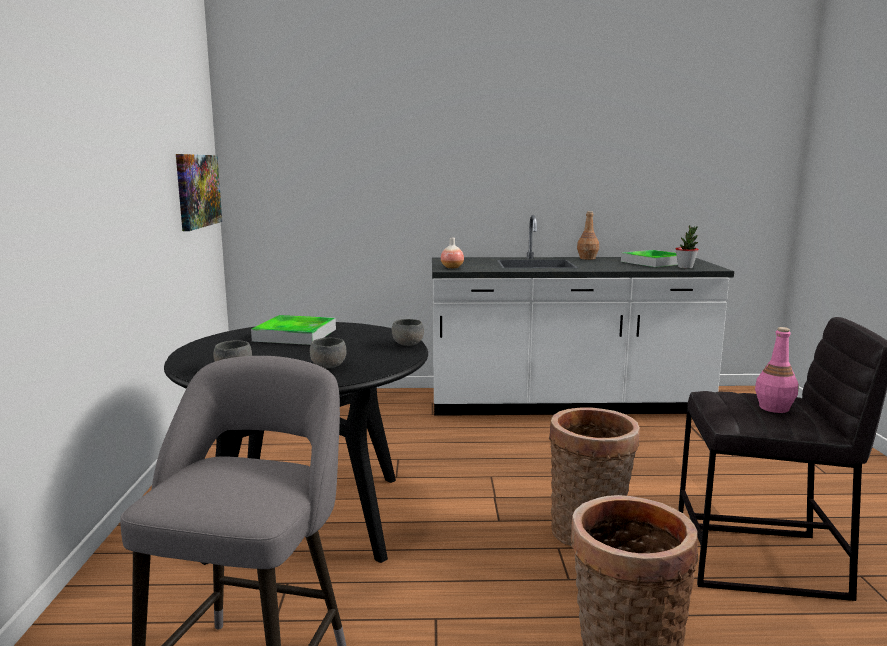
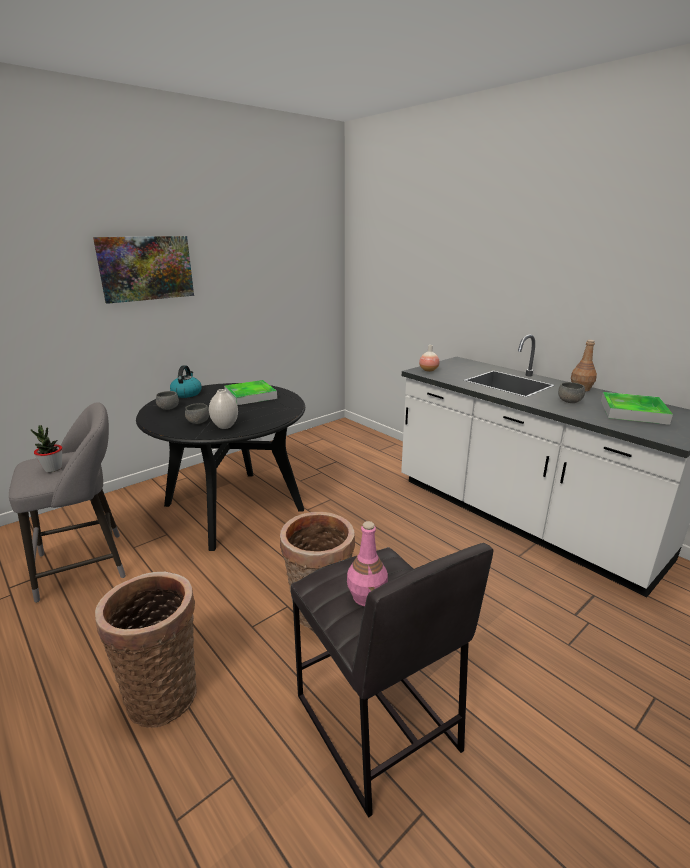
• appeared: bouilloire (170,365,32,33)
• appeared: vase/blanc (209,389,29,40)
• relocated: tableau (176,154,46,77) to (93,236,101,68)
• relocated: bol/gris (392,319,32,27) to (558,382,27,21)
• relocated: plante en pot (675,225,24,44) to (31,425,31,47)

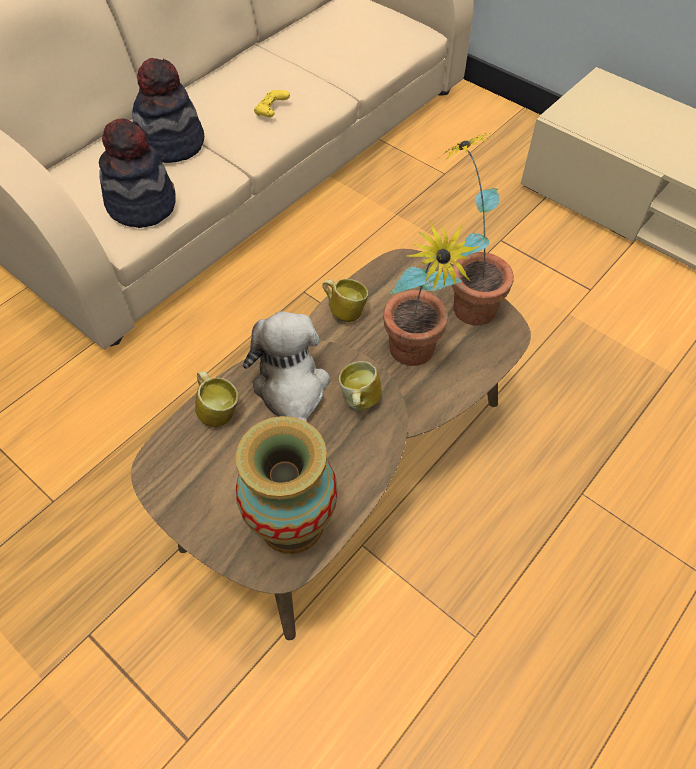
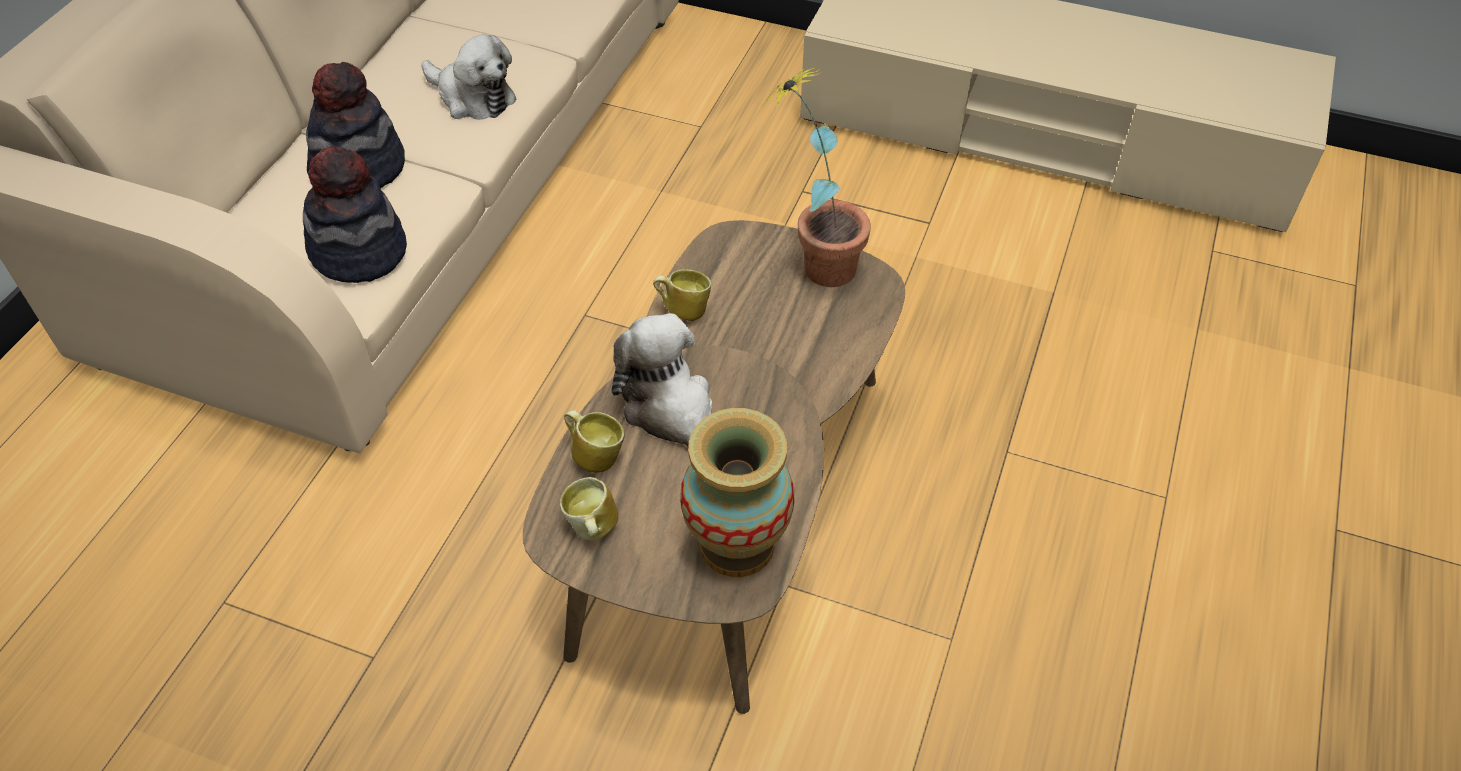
• missing: plante en pot (383,220,98,146)
• relocated: mug (339,361,43,50) to (560,477,58,63)
• exchanged: manette/jaune (254,90,36,27) to peluche (421,34,95,86)

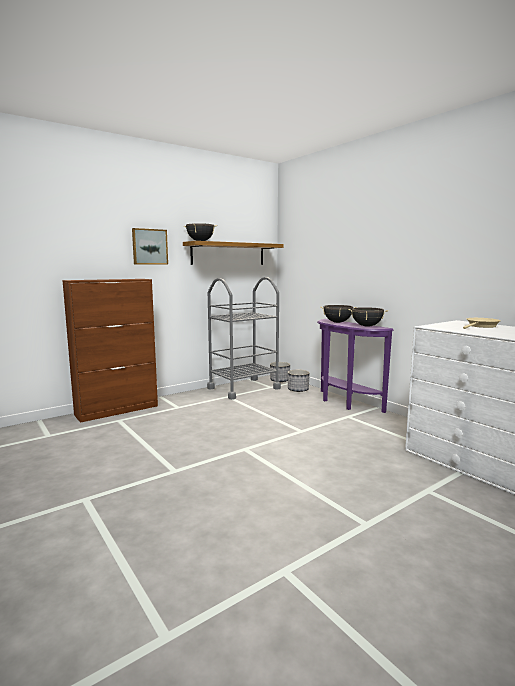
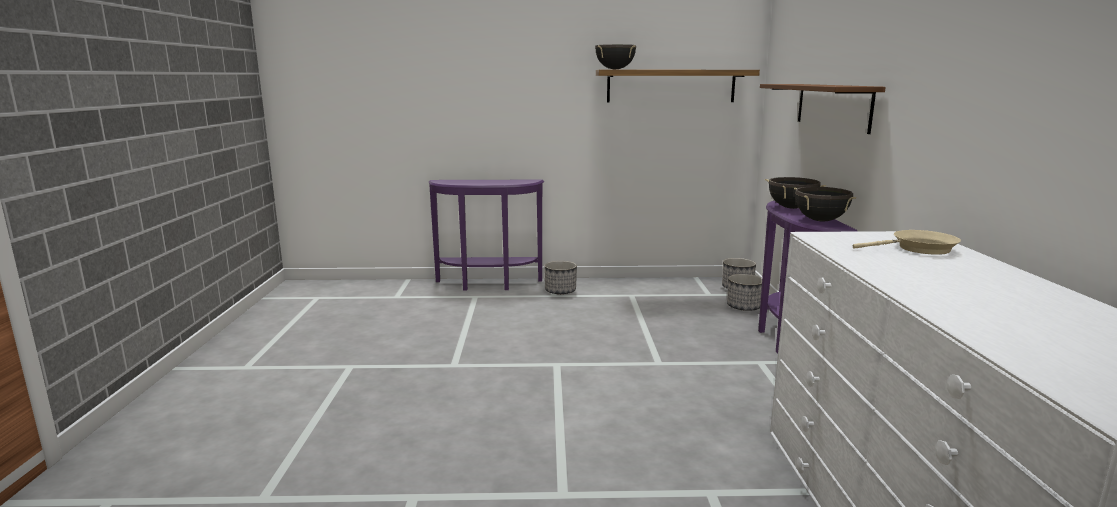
• missing: tableau (132,228,36,37)
• missing: chariot/gris (207,277,74,123)
• appeared: cache-pot (544,261,33,33)
• appeared: étagère/marron (760,84,126,50)
• exchanged: meuble de rangement/marron (62,279,96,144) to table console/violet (428,180,116,111)

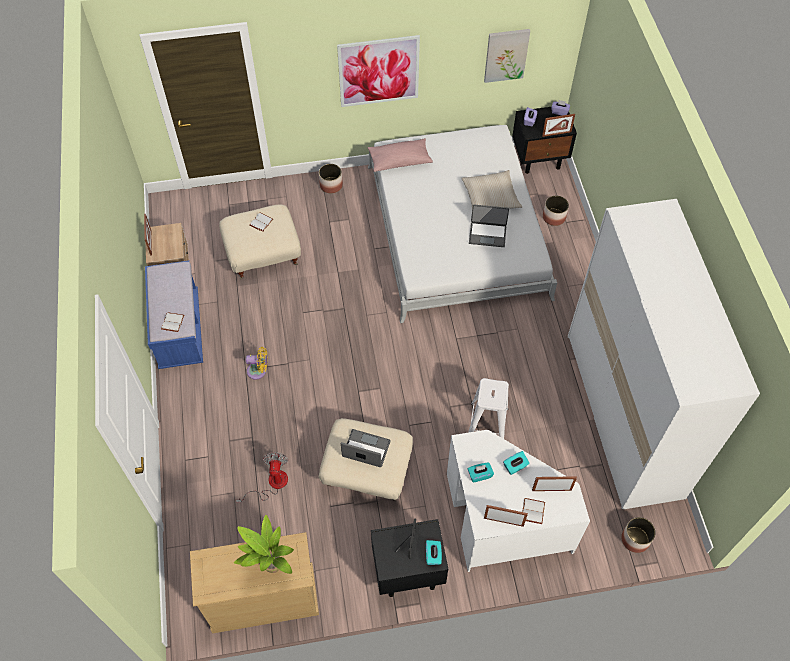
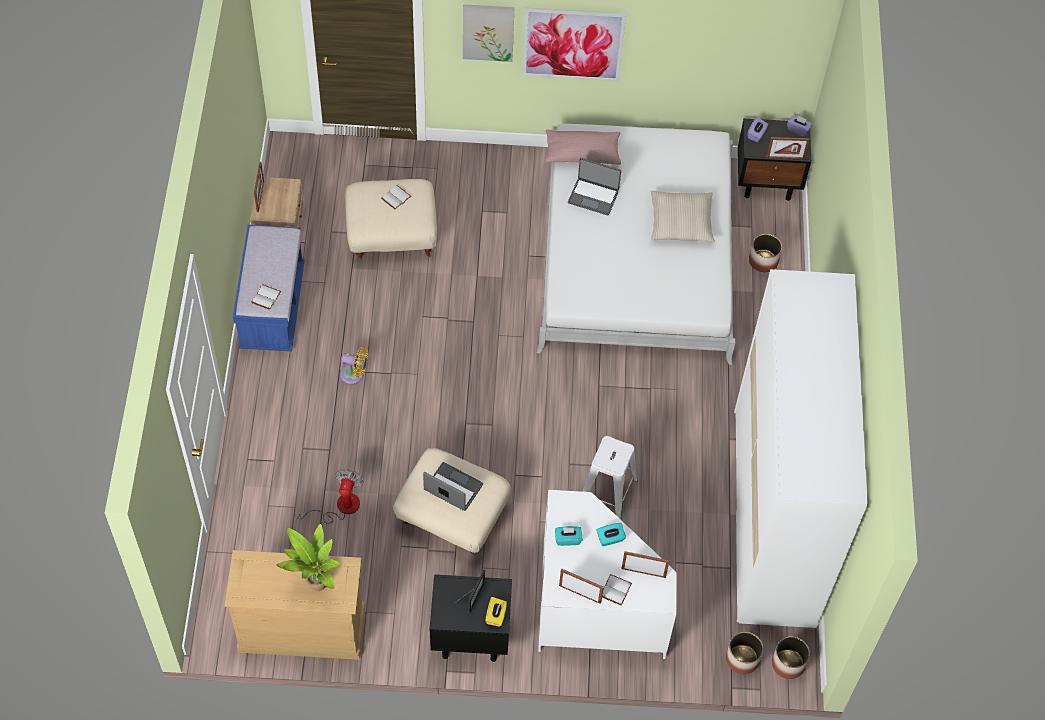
• relocated: cache-pot (319,164,24,29) to (772,637,38,42)
• relocated: ordinateur portable (469,204,40,43) to (568,158,53,57)
• relocated: tableau (484,29,46,54) to (463,4,51,58)
• colour: boîte à mouchoirs/turquoise (426,540,16,25) to boîte à mouchoirs/jaune (485,597,22,30)

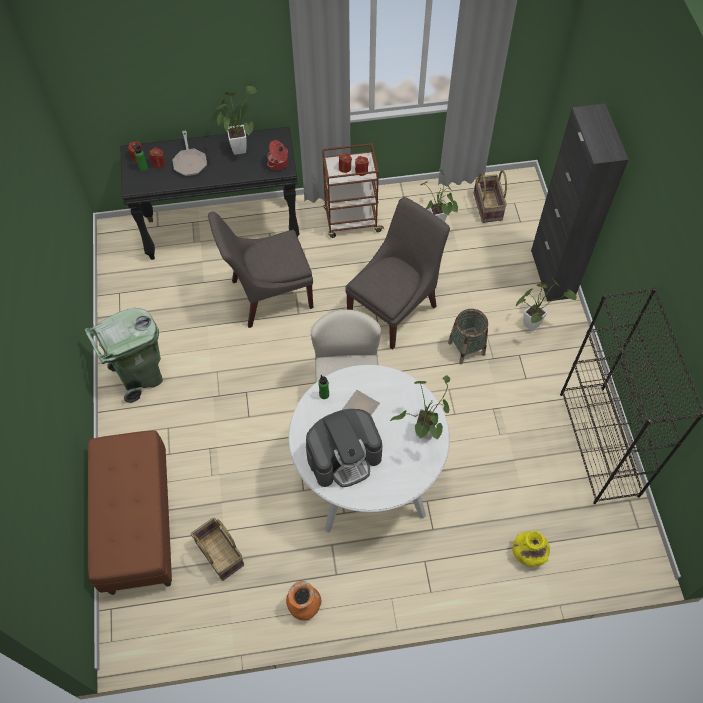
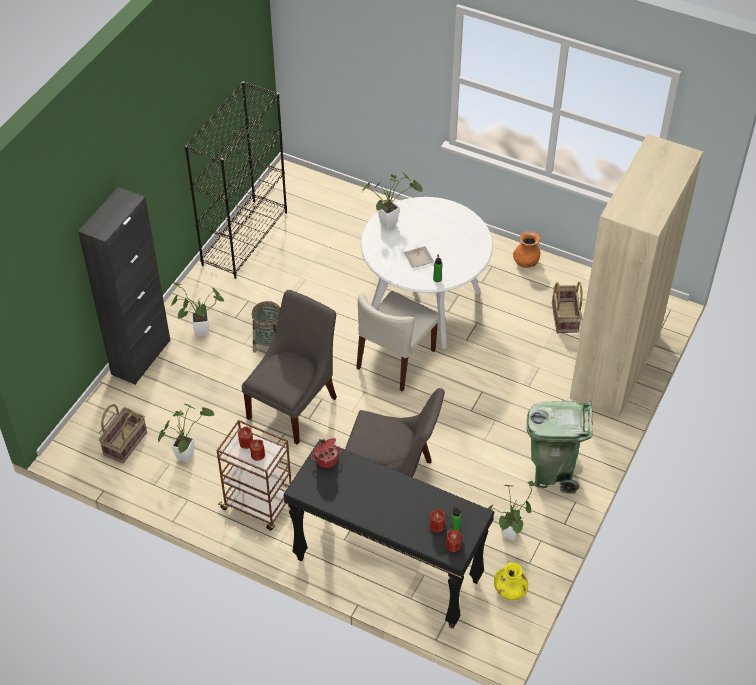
• missing: poêle (172,131,35,45)
• missing: machine à café (306,409,77,79)
• relocated: plante en pot (217,86,40,69) to (488,481,47,60)
• relocated: vase/jaune (513,531,37,36) to (494,563,34,37)
• exchanged: banc/marron (88,430,84,165) to bibliothèque/beige (570,134,133,283)
• spun: chaise/gris (345,197,105,153) = (242,290,95,155) 135 degrees clockwise

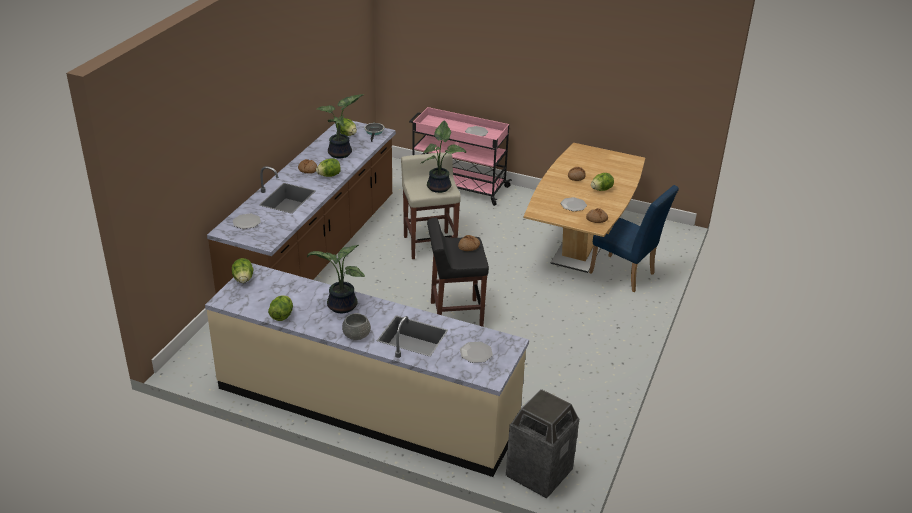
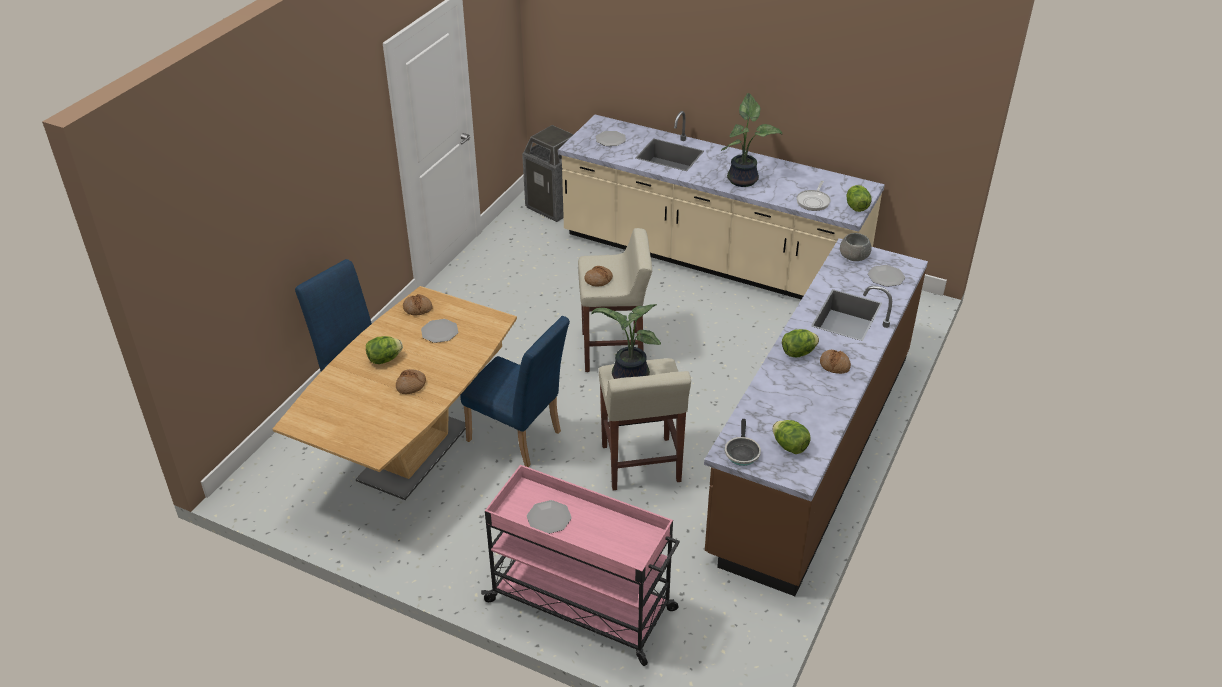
• missing: laitue (268,296,25,25)
• missing: plante en pot (317,94,47,64)
• appeared: chaise/bleu (460,316,110,151)
• appeared: poêle (797,181,34,30)
• relocated: bol/gris (342,313,29,27) to (840,233,32,28)
• colour: tabouret/noir (427,218,62,109) to tabouret/beige (578,228,74,144)

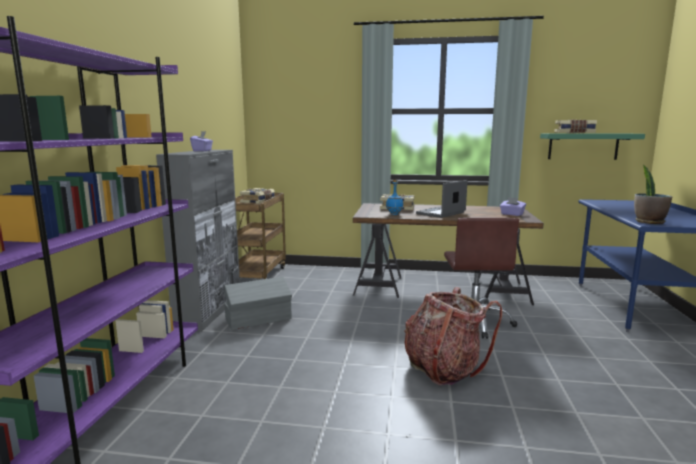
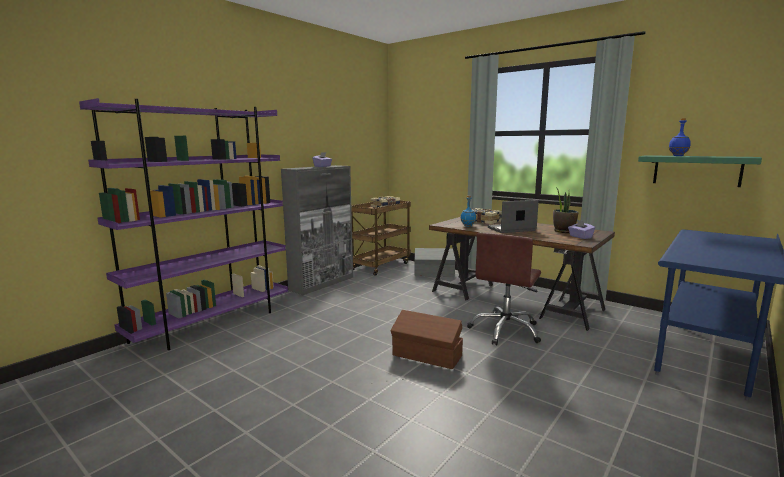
• relocated: boîte de rangement/gris (224,277,68,53) to (415,248,40,29)
• relocated: plante en pot (634,165,38,59) to (553,189,26,44)
• exchanged: sac à dos (404,287,98,98) to boîte de rangement/marron (391,310,72,59)
• exchanged: livre (554,119,43,14) to bouteille/bleu (669,118,22,38)

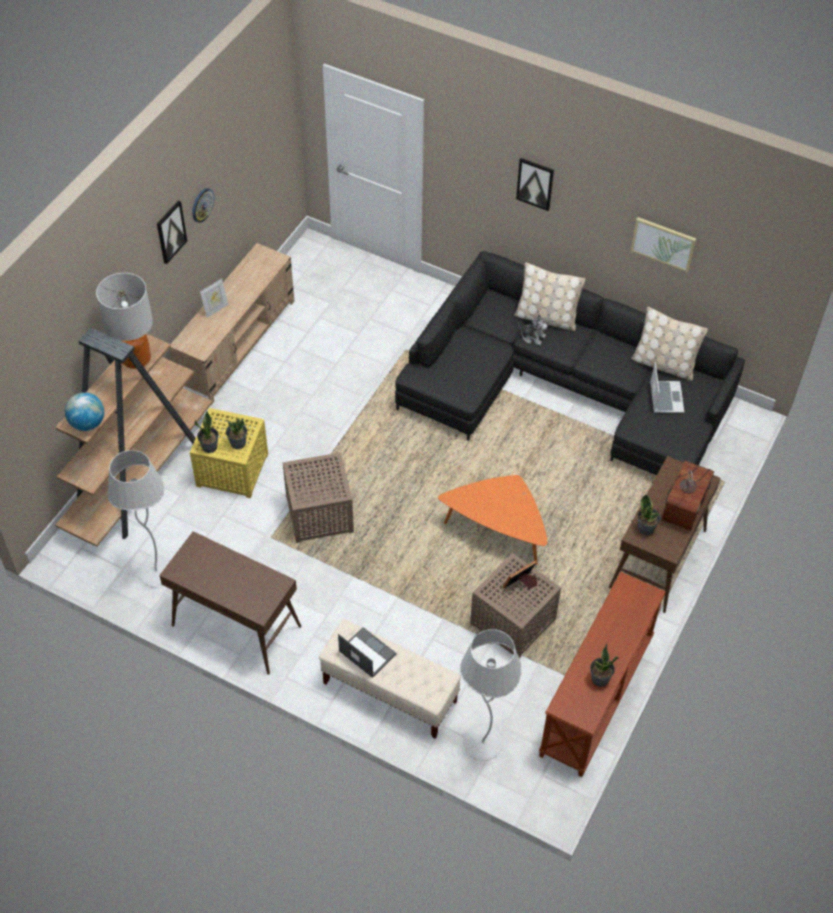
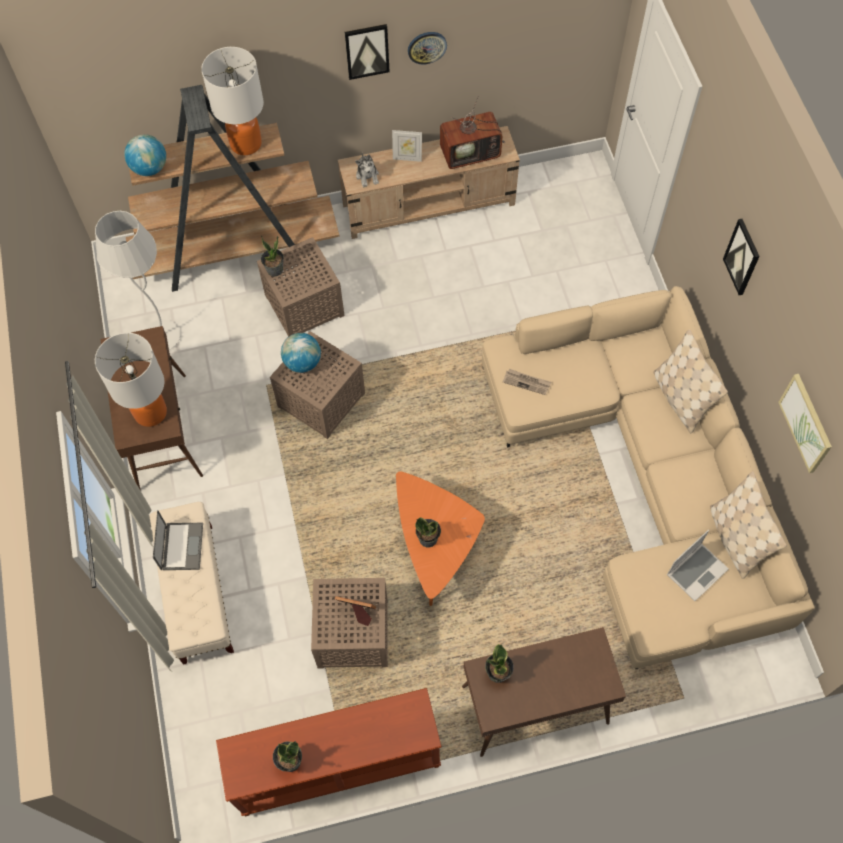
• missing: lampadaire/blanc (460,629,61,132)
• appeared: lampe de table (95,333,72,94)
• appeared: globe (281,333,40,40)
• appeared: journal (503,369,48,26)
• relocated: plante en pot (226,418,21,31) to (415,517,26,31)
• relocated: peluche (518,315,30,30) to (355,153,24,34)
• relocated: téléviseur (657,454,57,77) to (440,95,65,74)
• colour: table d'appoint/jaune (190,408,78,90) to table d'appoint/marron (257,237,88,100)
• colour: canapé/noir (395,251,350,224) to canapé/beige (482,286,333,383)

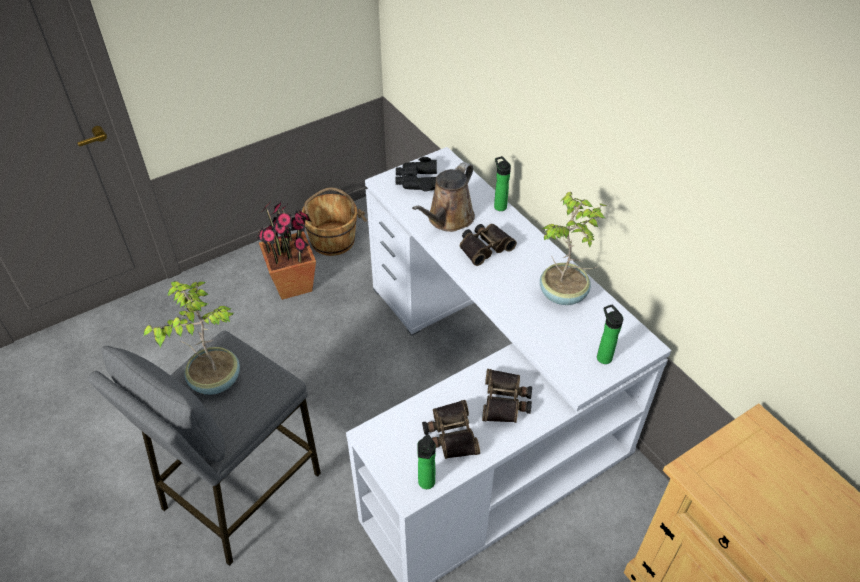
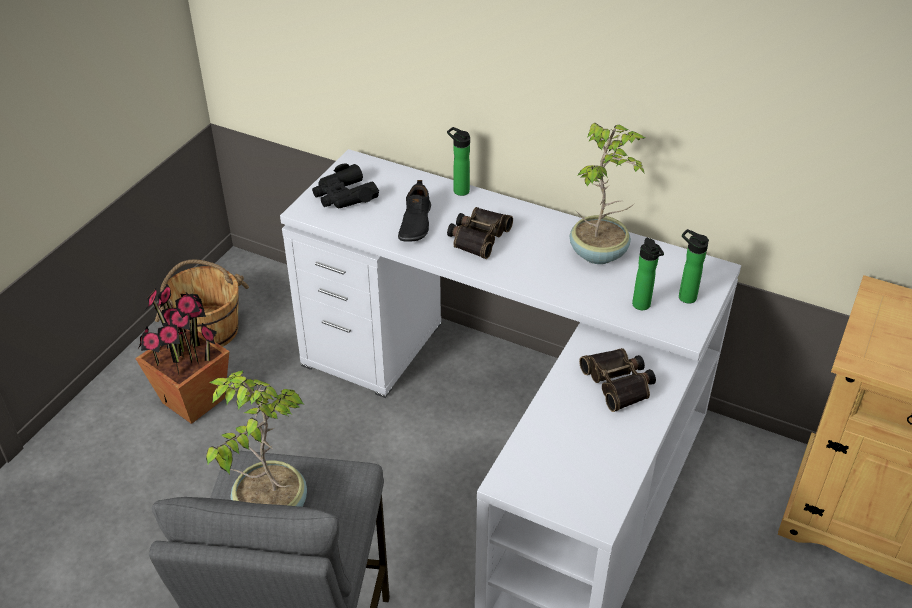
• missing: jumelles (422,400,58,59)
• relocated: bouteille (417,434,19,55) to (632,238,32,72)
• exchanged: arrosoir/marron (412,162,63,70) to chaussure/noir (398,180,33,62)

